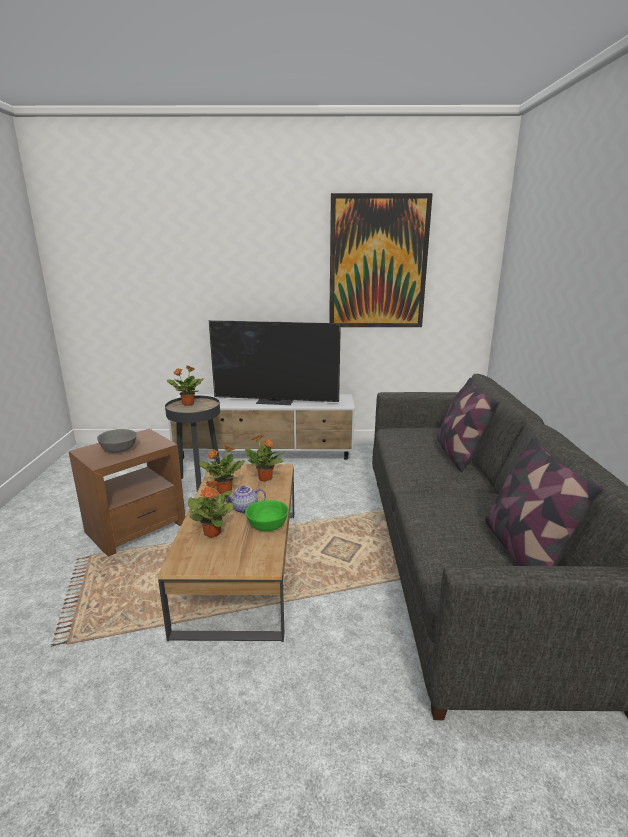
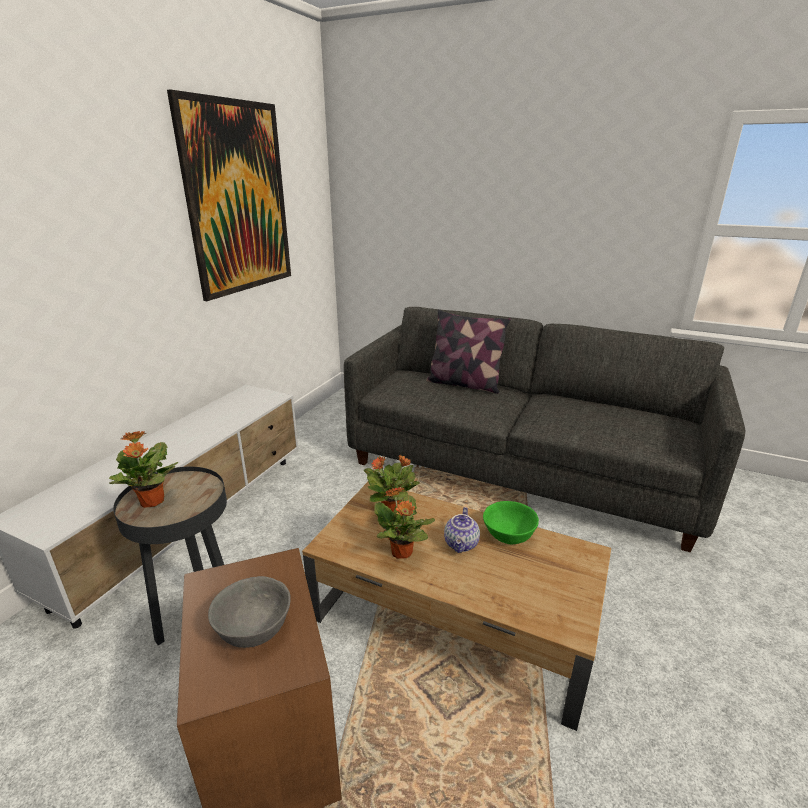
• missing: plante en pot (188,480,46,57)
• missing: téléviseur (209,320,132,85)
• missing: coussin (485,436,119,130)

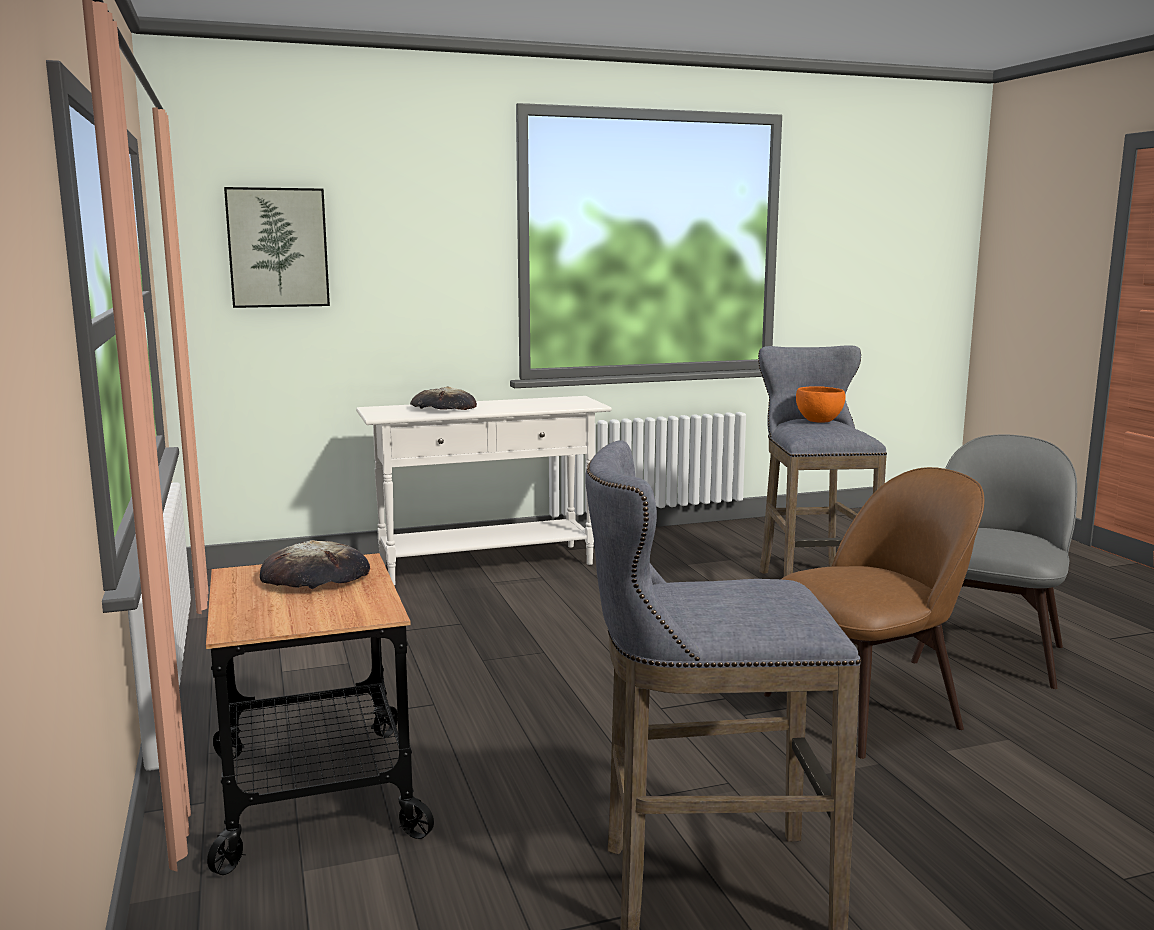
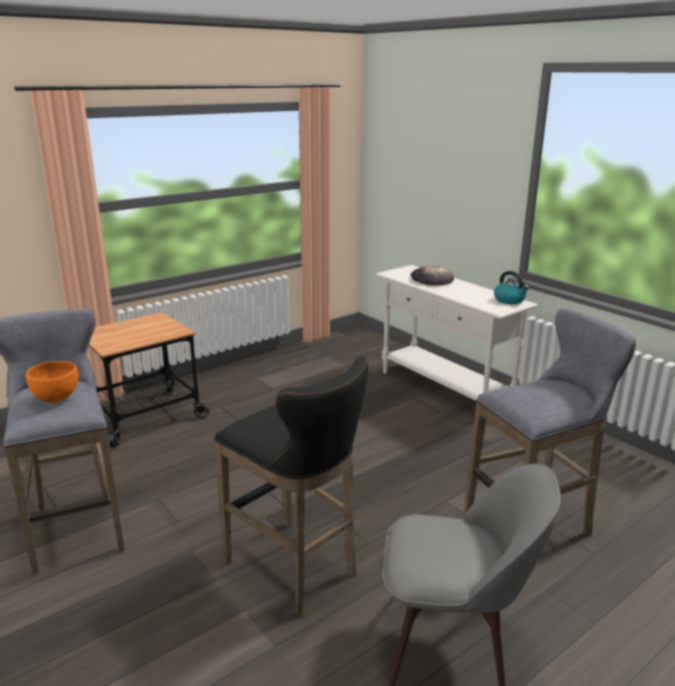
• missing: tableau (224,187,106,121)
• missing: pain (260,540,110,49)
• appeared: bouilloire (494,271,35,33)
• relocated: bol/orange (796,386,49,37) to (26,361,53,41)
• exchanged: chaise/marron (764,467,220,292) to tabouret/noir (214,356,154,260)

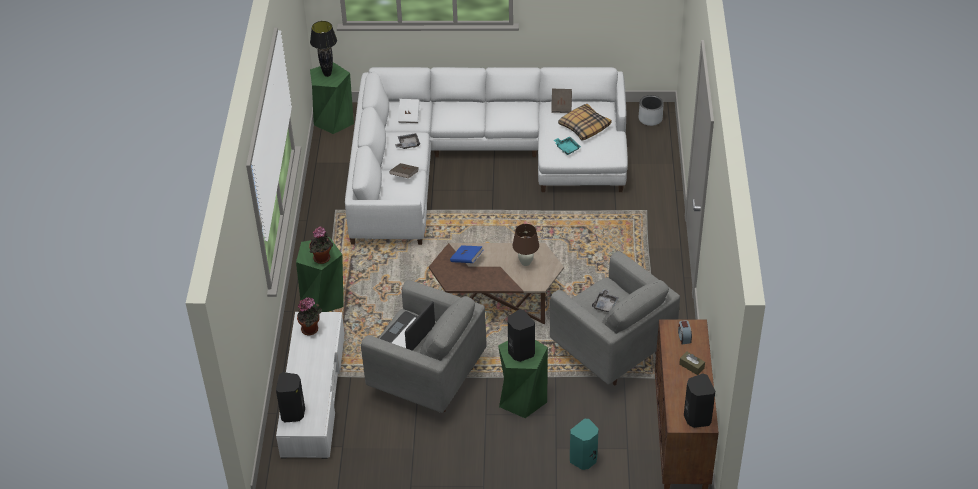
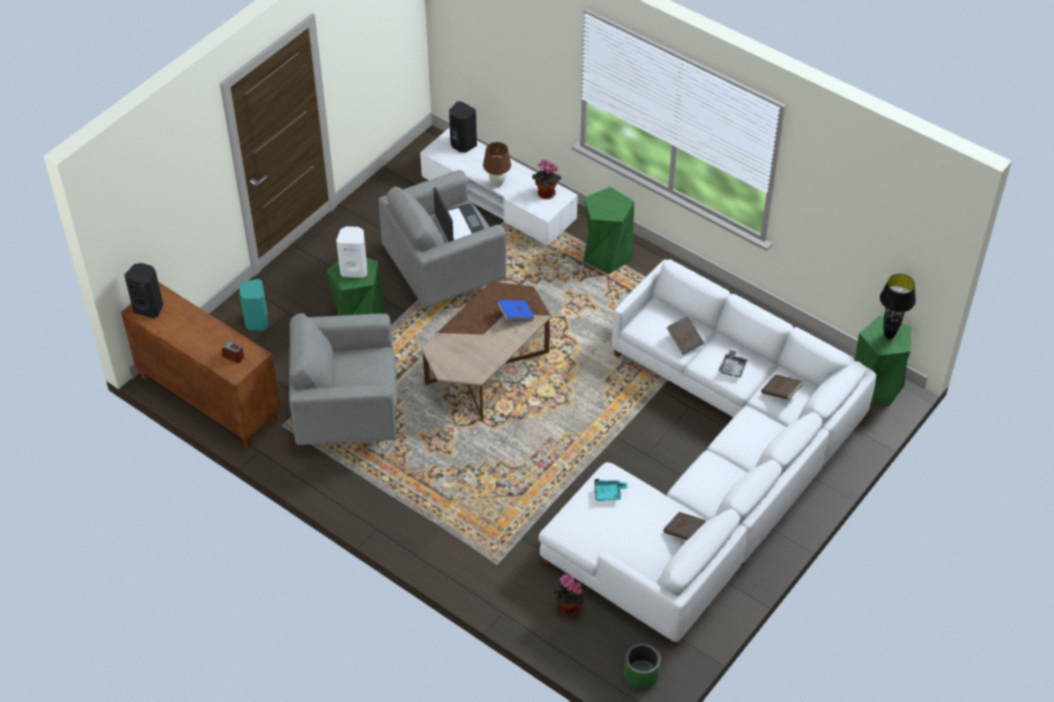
• missing: coussin (558,104,53,37)
• missing: plateau/gris (592,289,27,23)
• missing: boîte à mouchoirs/marron (679,352,26,23)
• relocated: plante en pot (309,227,24,37) to (553,574,31,42)
• relocated: lampe de table/marron (513,224,26,42) to (483,142,28,45)
• colour: livre/blanc (398,99,22,25) to livre/marron (761,374,42,26)
• colour: enceinte/noir (508,309,27,53) to enceinte/blanc (336,226,31,52)
• colour: cache-pot/gris (639,95,25,31) to cache-pot/vert (624,643,37,46)

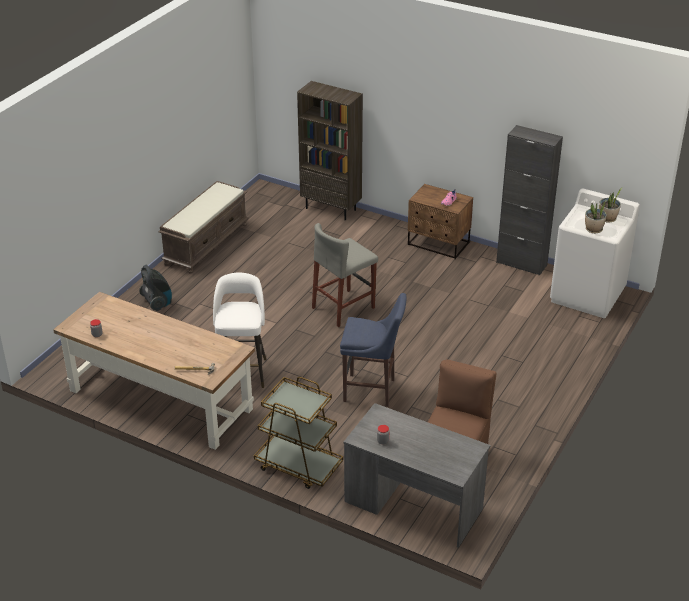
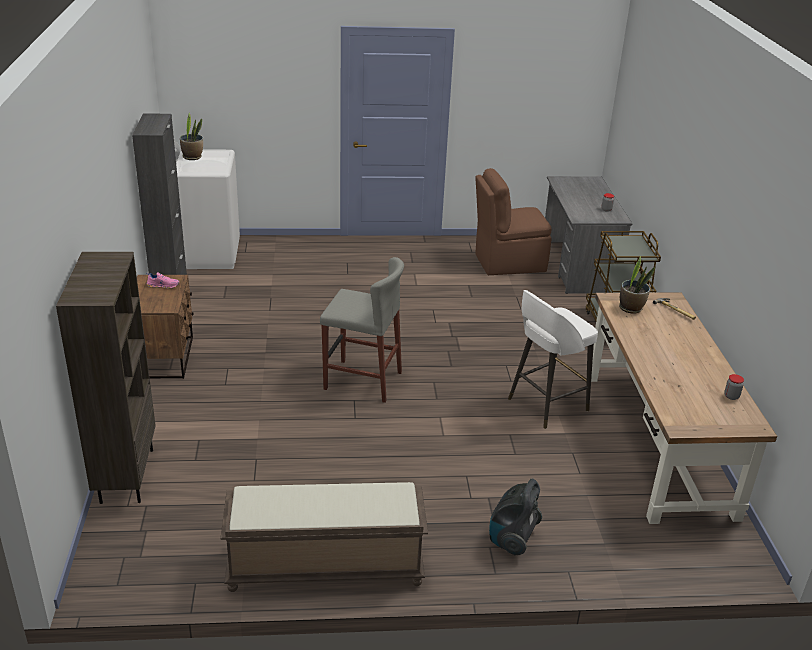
• missing: tabouret/bleu (340,293,67,114)
• relocated: plante en pot (585,200,21,33) to (619,256,36,58)

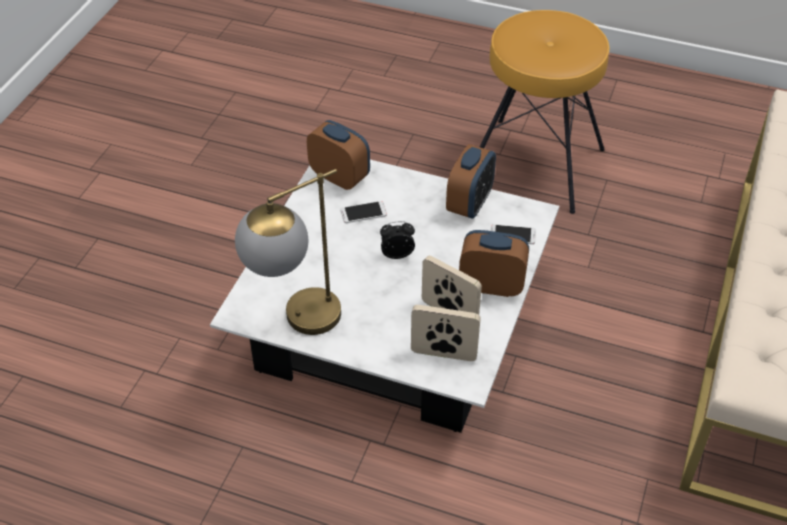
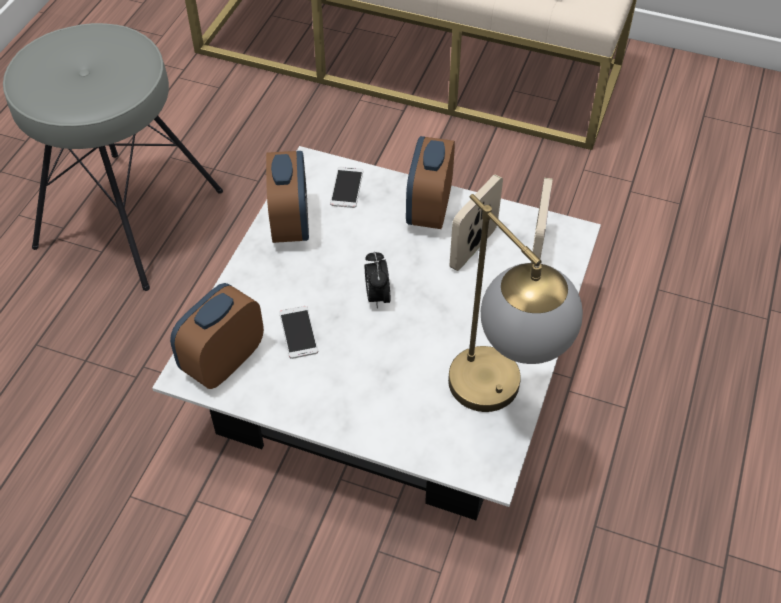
• colour: tabouret/marron (480,10,130,204) to tabouret/gris (3,23,220,268)
• spun: réveil (446,144,50,75) = (266,151,43,92) 60 degrees clockwise

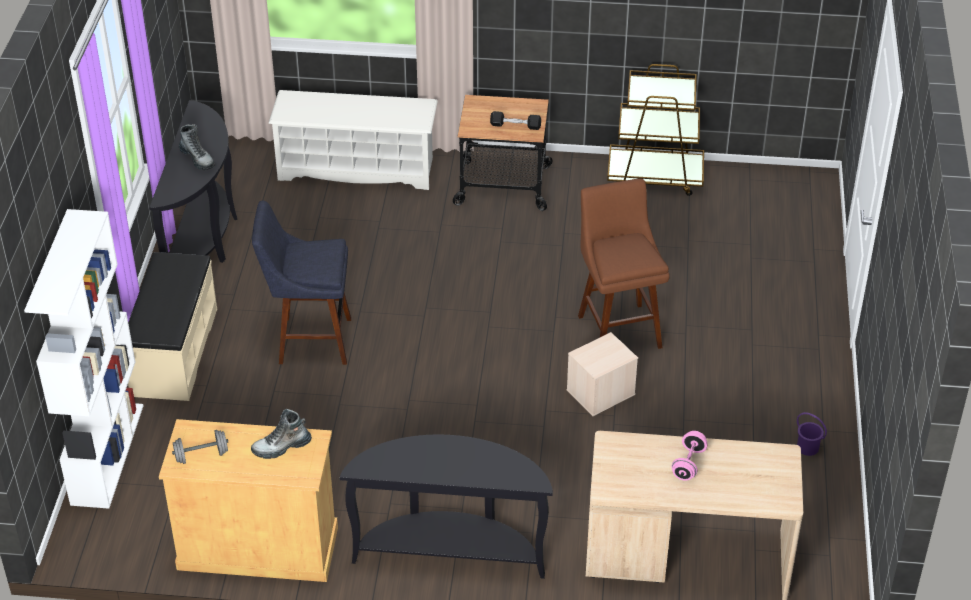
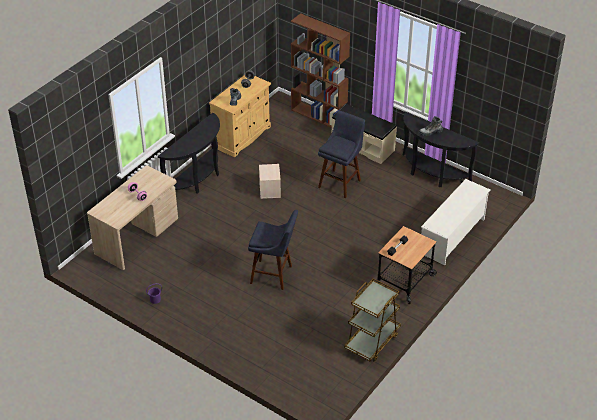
• relocated: boîte de rangement/beige (567,332,71,84) to (259,164,22,35)
• colour: bibliothèque/blanc (24,209,120,300) to bibliothèque/marron (291,13,59,115)
• colour: tabouret/marron (578,178,92,171) to tabouret/bleu (248,210,50,80)

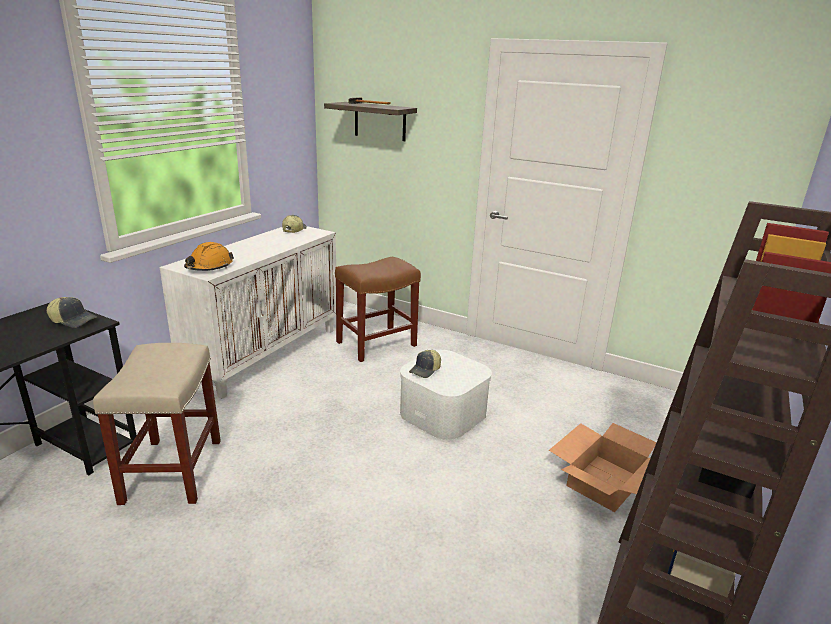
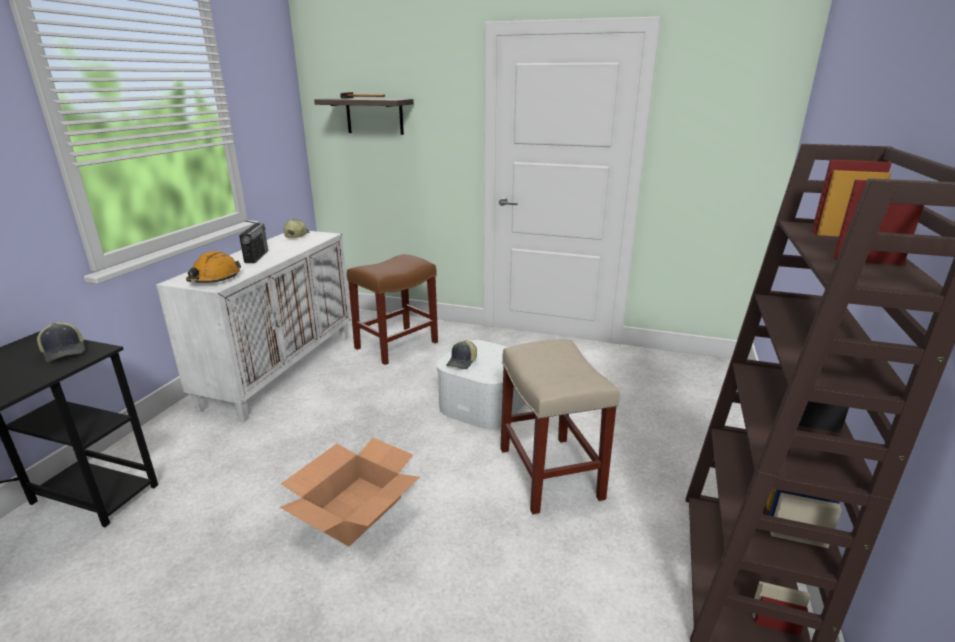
• appeared: radio (239,220,29,43)
• relocated: tabouret/beige (93,343,128,162) to (500,340,120,174)
• relocated: carton (549,423,107,89) to (280,438,140,108)
• spun: casquette (47,297,50,31) = (37,322,48,40) 45 degrees clockwise

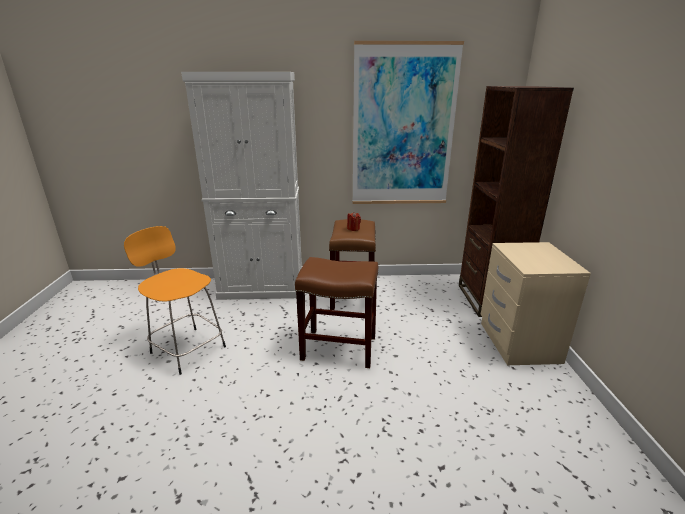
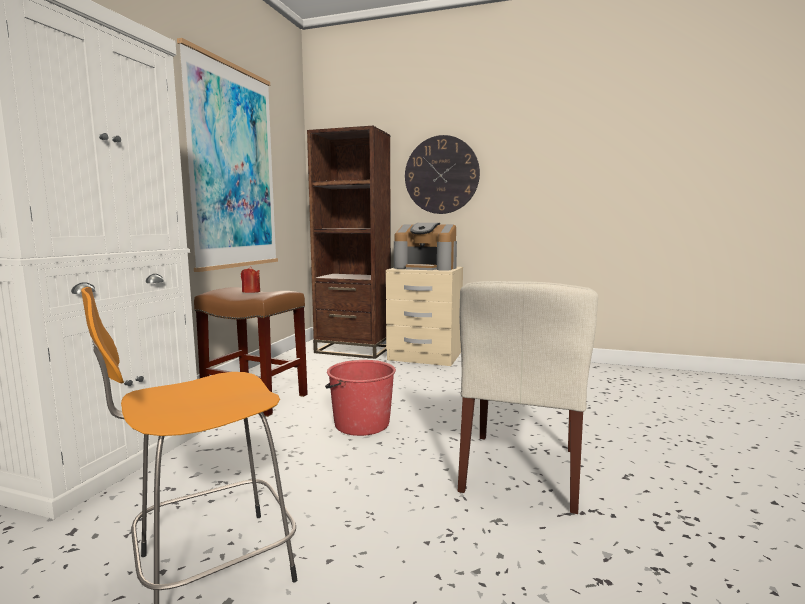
• appeared: machine à café (394,223,63,48)
• appeared: horloge murale (405,135,75,79)
• appeared: chaise/beige (458,281,140,233)
• exchanged: tabouret/marron (295,257,83,111) to seau/rouge (325,360,71,76)

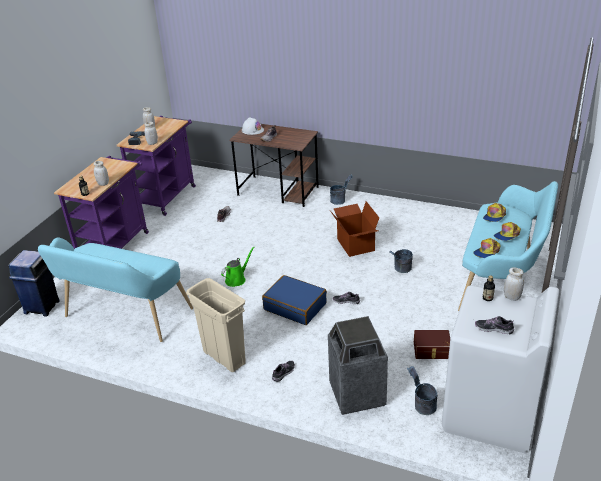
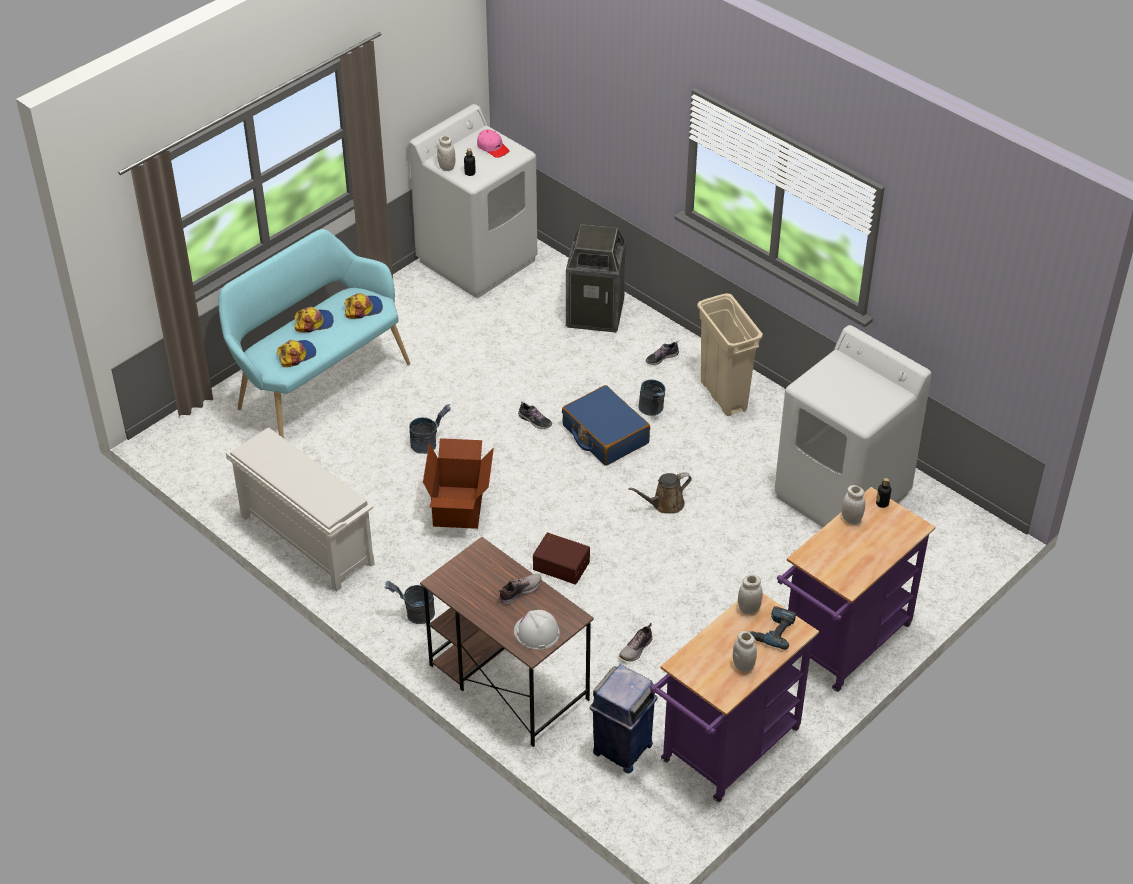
• appeared: étagère à chaussures/blanc (226,428,149,164)
• relocated: poubelle/bleu (8,250,52,67) to (590,664,68,110)
• relocated: seau/gris (407,366,31,49) to (638,380,28,36)
• relocated: boîte de rangement/marron (414,330,36,29) to (533,532,57,52)
• exchanged: banc/turquoise (38,238,155,104) to lave-linge/blanc (774,325,158,202)
• exchanged: chaussure (475,316,39,18) to casquette/rose (477,130,32,28)
• colour: arrosoir/vert (221,247,34,40) to arrosoir/marron (629,472,63,42)

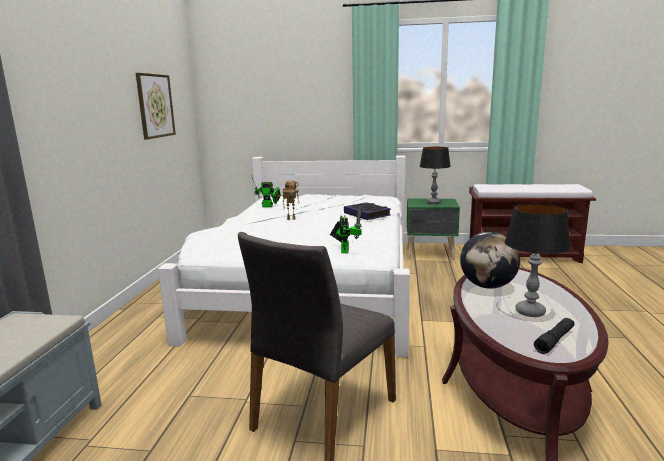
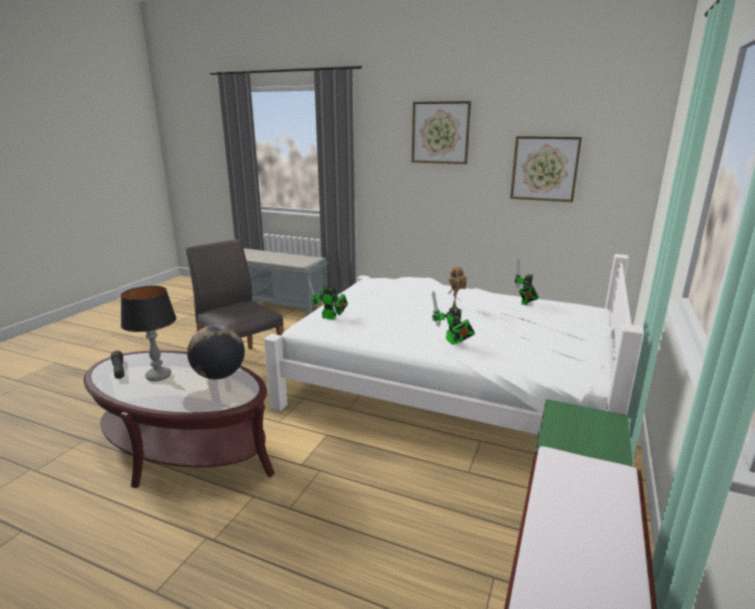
• missing: lampe de table (419,147,32,57)
• appeared: tableau (412,101,59,63)
• exchanged: livre (344,202,47,18) to robot jouet (432,291,43,54)

